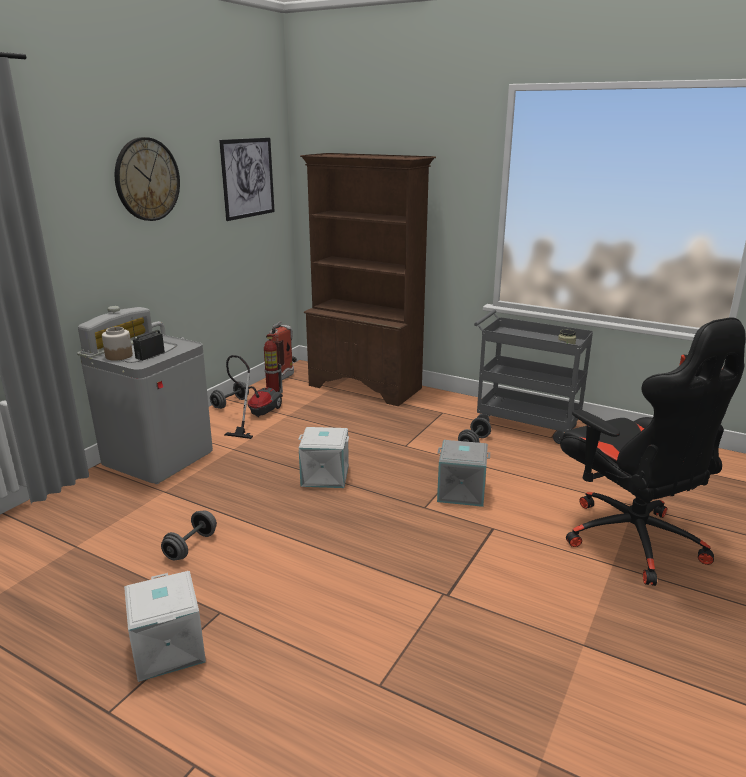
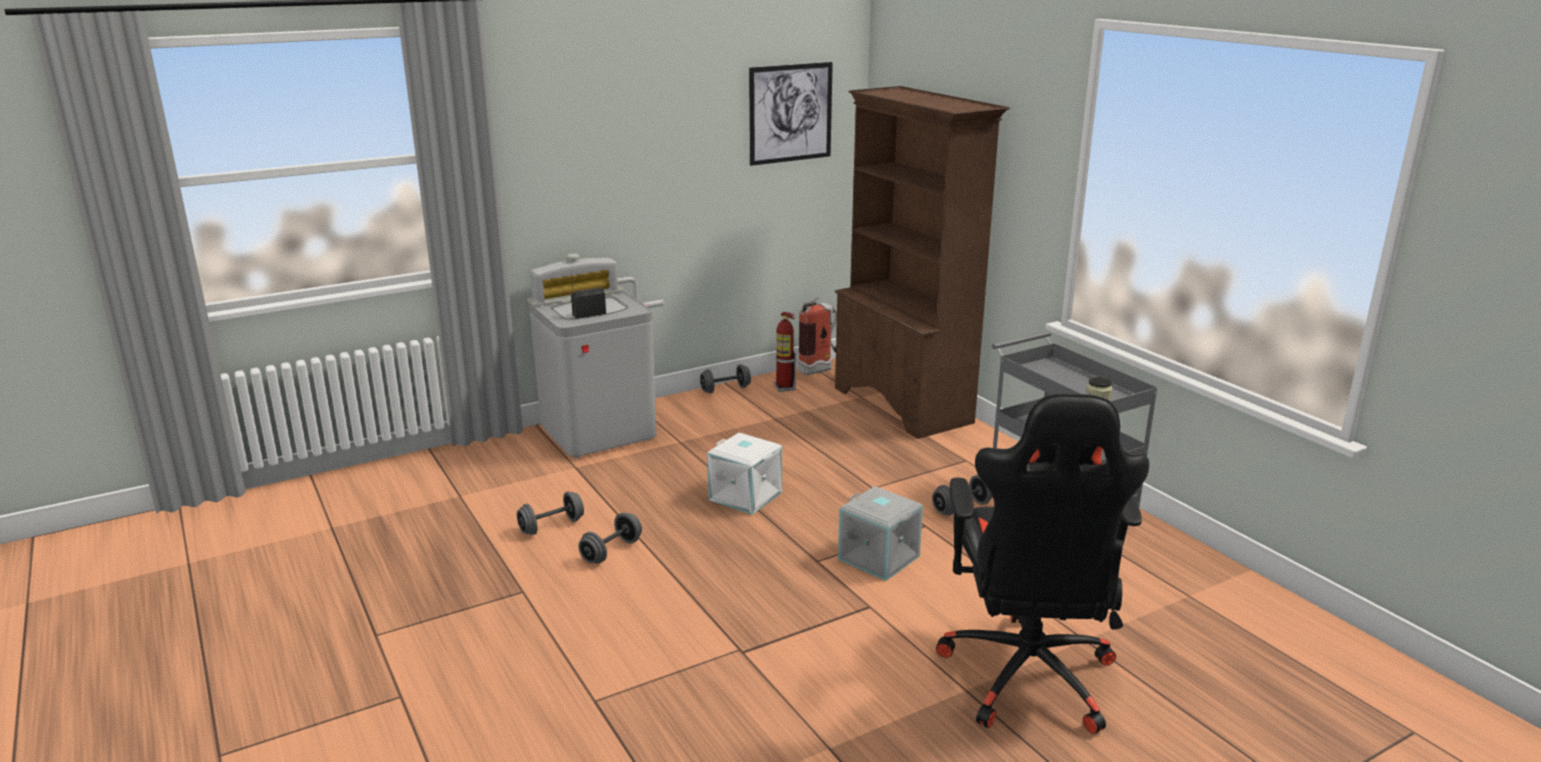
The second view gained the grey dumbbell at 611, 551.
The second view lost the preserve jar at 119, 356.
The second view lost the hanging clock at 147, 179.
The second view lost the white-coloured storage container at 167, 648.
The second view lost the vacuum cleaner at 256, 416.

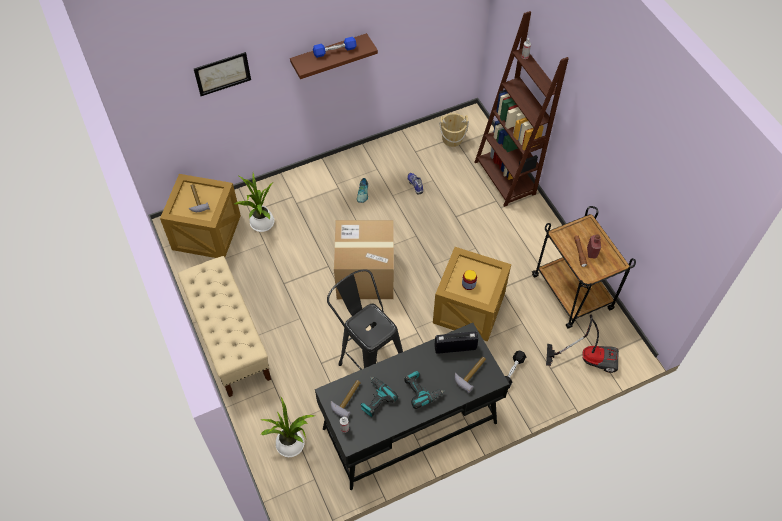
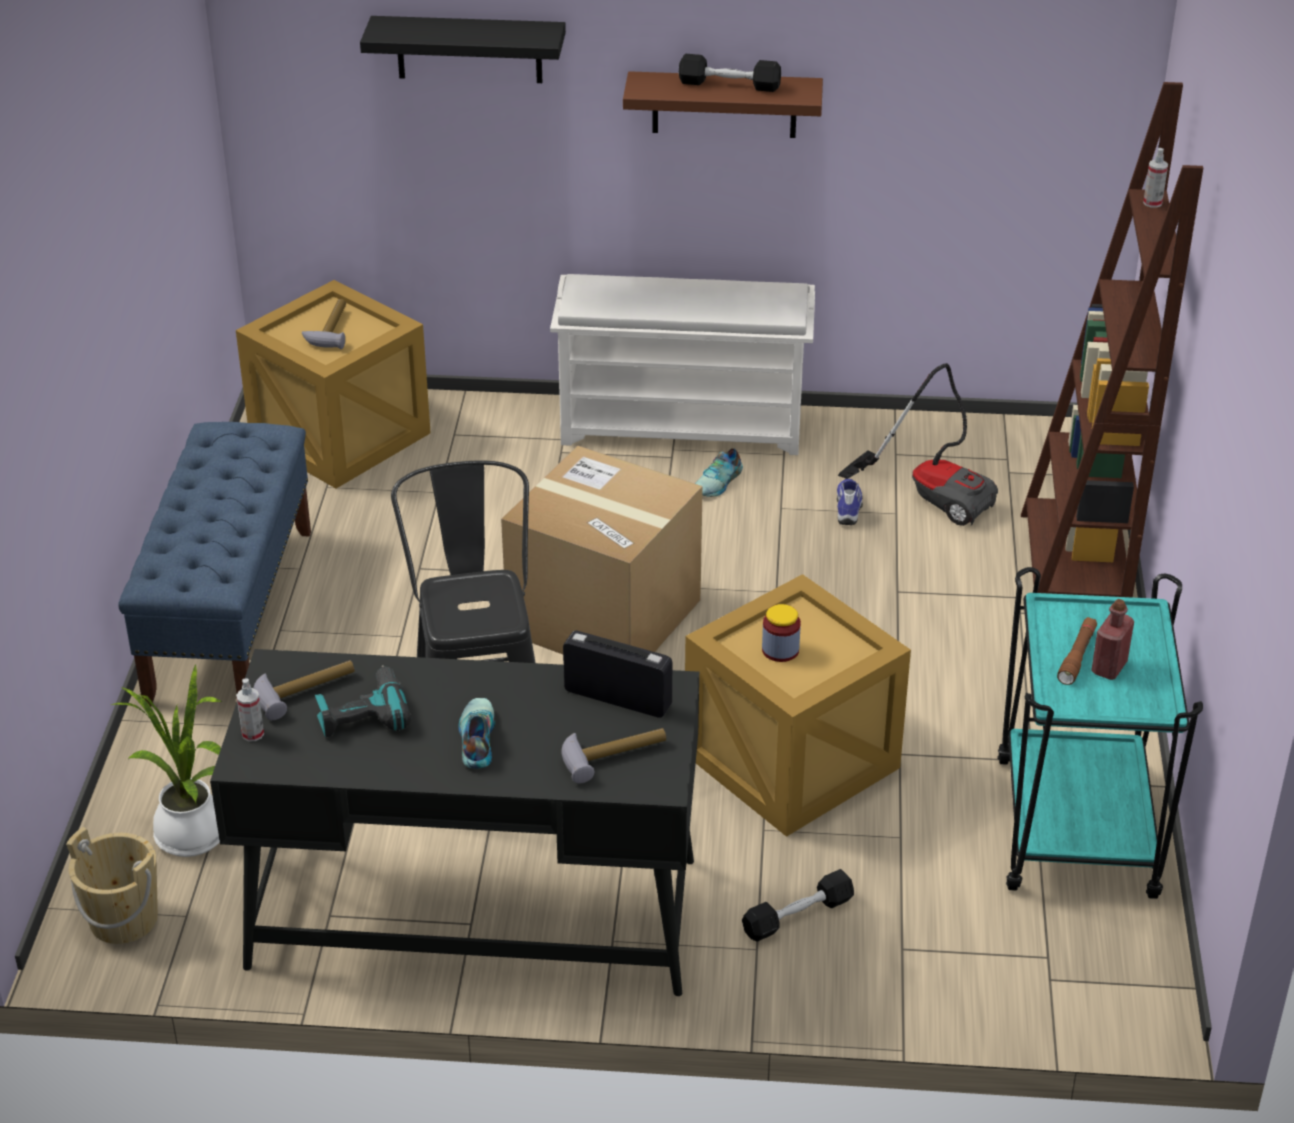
The beige pail ended up elsewhere, having gone from 452, 139 to 123, 919.
What was the beige indoor bench at 229, 338 turned into the blue indoor bench at 230, 614.
Where the picture hung at 222, 73, the blackish shelf came to hang at 469, 49.
Where the electric drill stood at 422, 390, the shoe came to stand at 475, 739.
The second view gained the white-coloured shoe rack at 684, 426.
What was the blue dumbbell at 334, 51 turned into the blackish dumbbell at 729, 84.
The vacuum cleaner ended up elsewhere, having gone from 588, 357 to 933, 494.
What was the brownish wheeled cart at 572, 293 turned into the blue-green wheeled cart at 1075, 830.
The second view lost the plant in a pot at 261, 224.

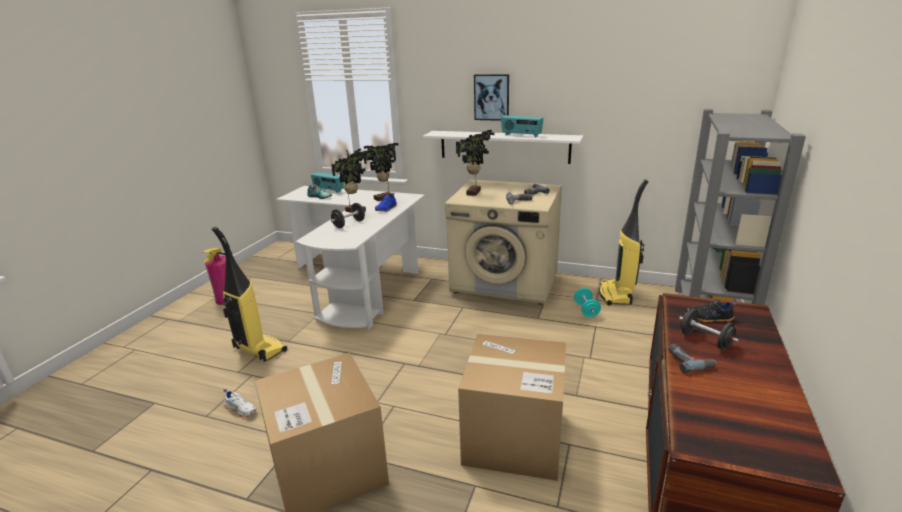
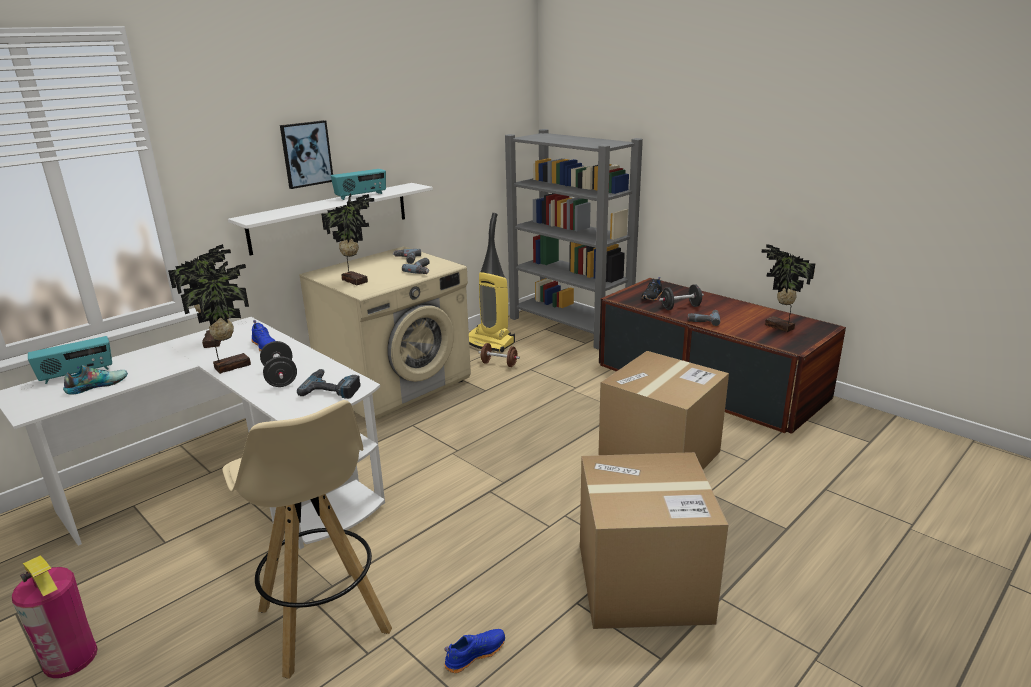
Where the vacuum cleaner stood at 259, 350, the beige sitting stool came to stand at 323, 622.
The second view gained the electric drill at 332, 388.
What was the white-coloured shoe at 241, 409 turned into the blue shoe at 474, 654.
What was the blue-green dumbbell at 586, 310 turned into the brownish dumbbell at 499, 364.
The second view gained the plant in a pot at 779, 327.

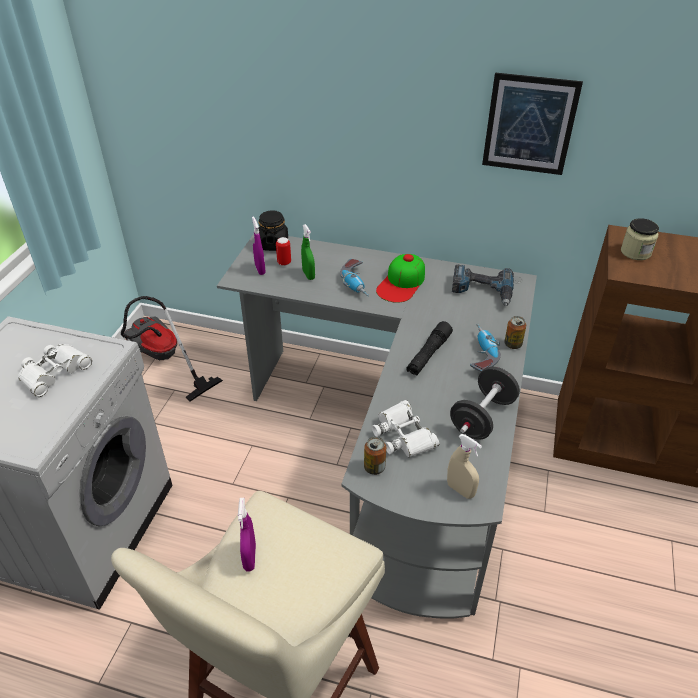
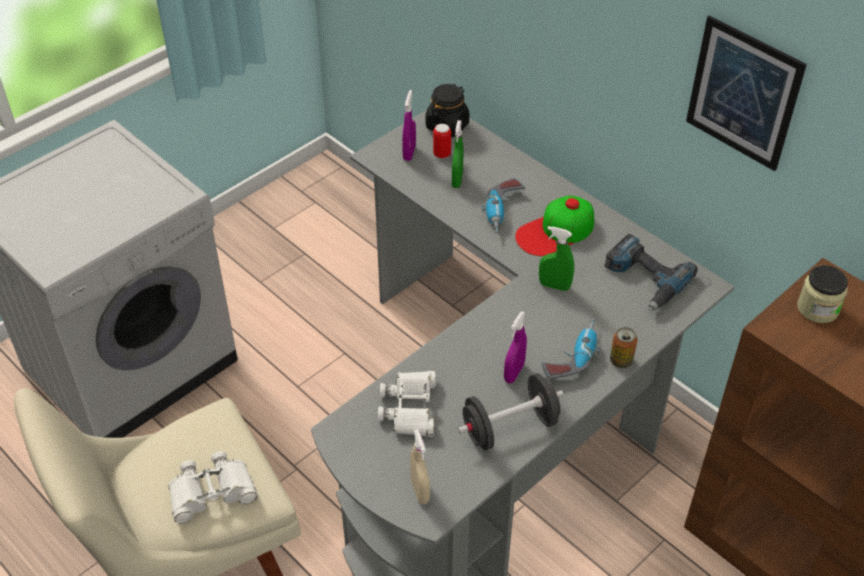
The white-coloured field glasses ended up elsewhere, having gone from 54, 373 to 211, 492.
The purple-coloured hand sprayer ended up elsewhere, having gone from 250, 557 to 514, 373.
The second view gained the greenish hand sprayer at 554, 286.
The second view lost the vacuum cleaner at 162, 360.
The second view lost the can at 374, 467.
The second view lost the blackish torch at 428, 354.

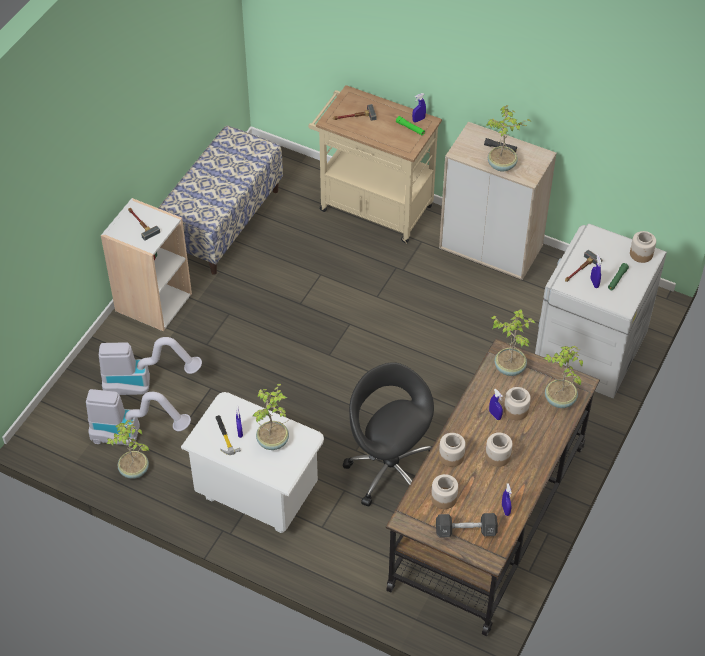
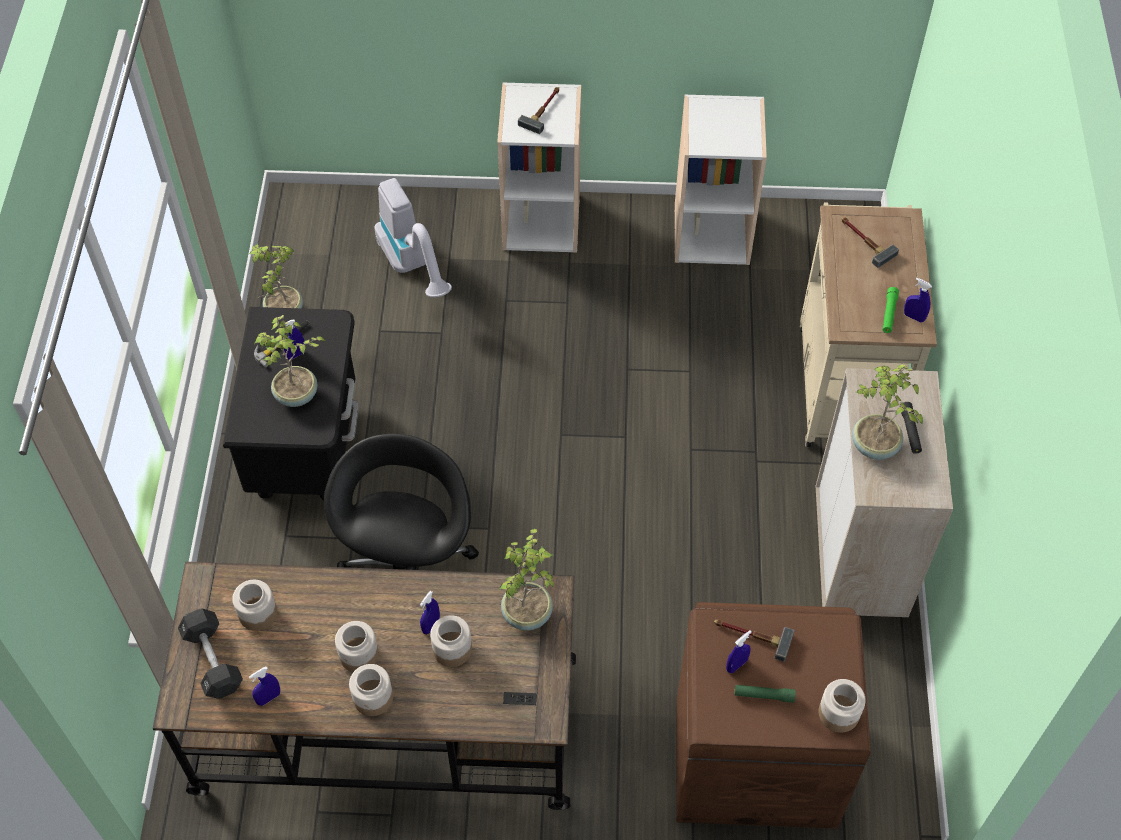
What was the white-coloured bedside table at 258, 491 turned into the blackish bedside table at 309, 446.
The preserve jar ended up elsewhere, having gone from 451, 456 to 373, 698.
Where the indoor bench stood at 223, 221, the shelving unit came to stand at 712, 234.
What was the white-coloured washing machine at 588, 348 turned into the brownish washing machine at 752, 754.
The second view lost the vacuum cleaner at 133, 434.
The second view lost the plant in a pot at 559, 400.

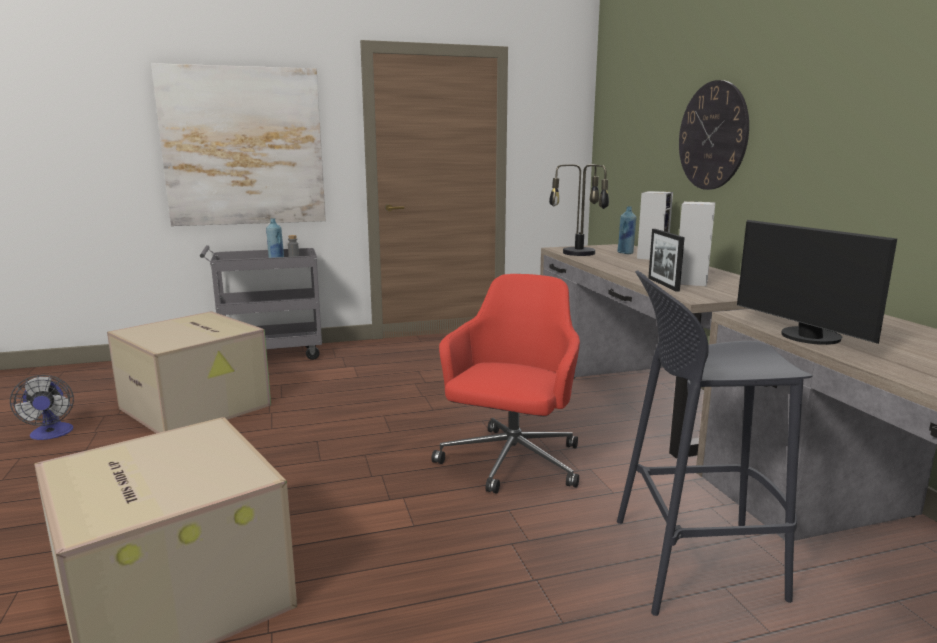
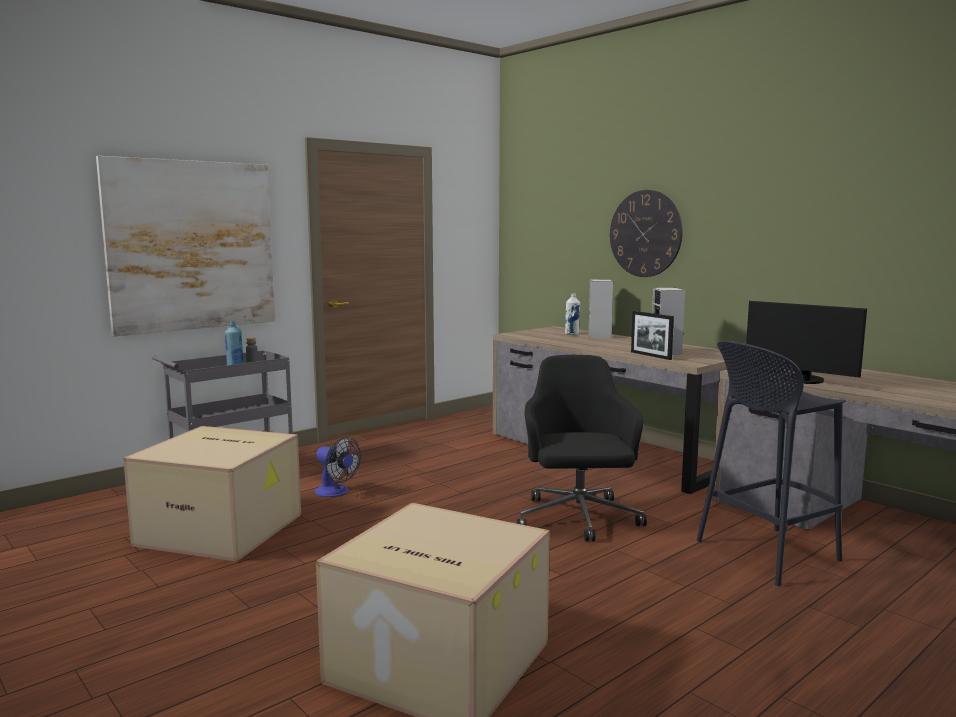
The electric fan ended up elsewhere, having gone from 51, 434 to 336, 492.
What was the red-coloured computer chair at 511, 463 turned into the blackish computer chair at 578, 519.
What was the blue beverage bottle at 625, 253 turned into the white-coloured beverage bottle at 572, 334.
The second view lost the lamp for a table at 579, 253.

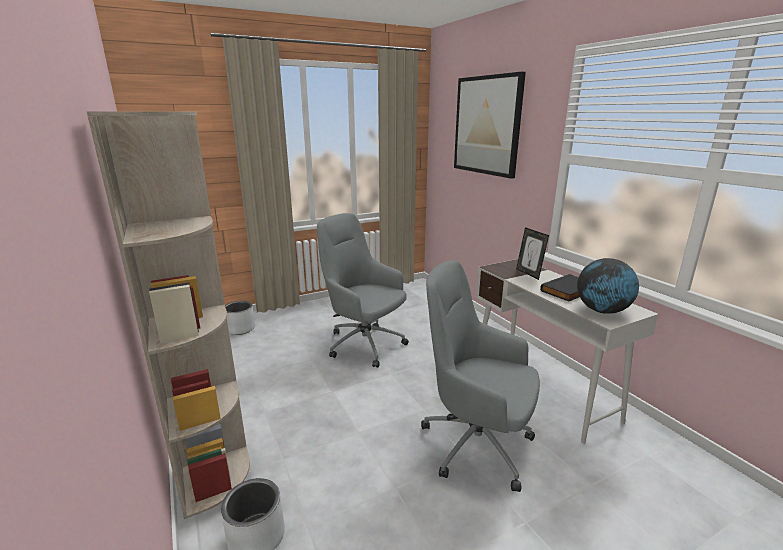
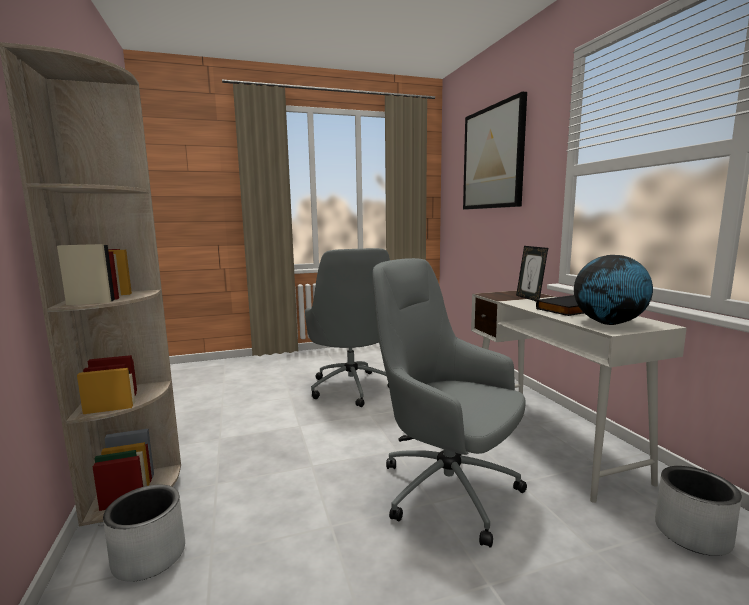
The grey computer chair at 364, 345 ended up facing another way, 150 degrees counterclockwise from before.
The grey flower pot ended up elsewhere, having gone from 240, 329 to 691, 534.

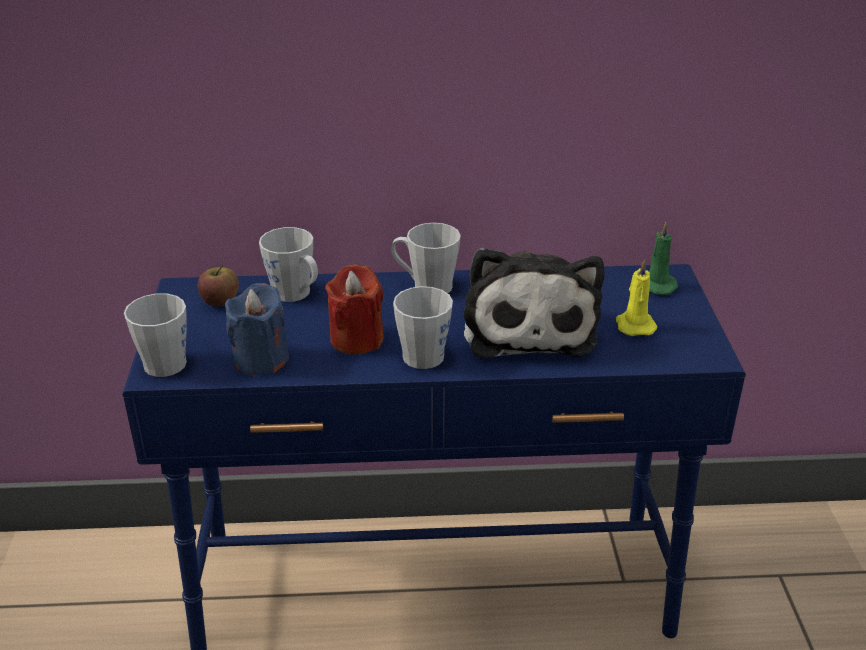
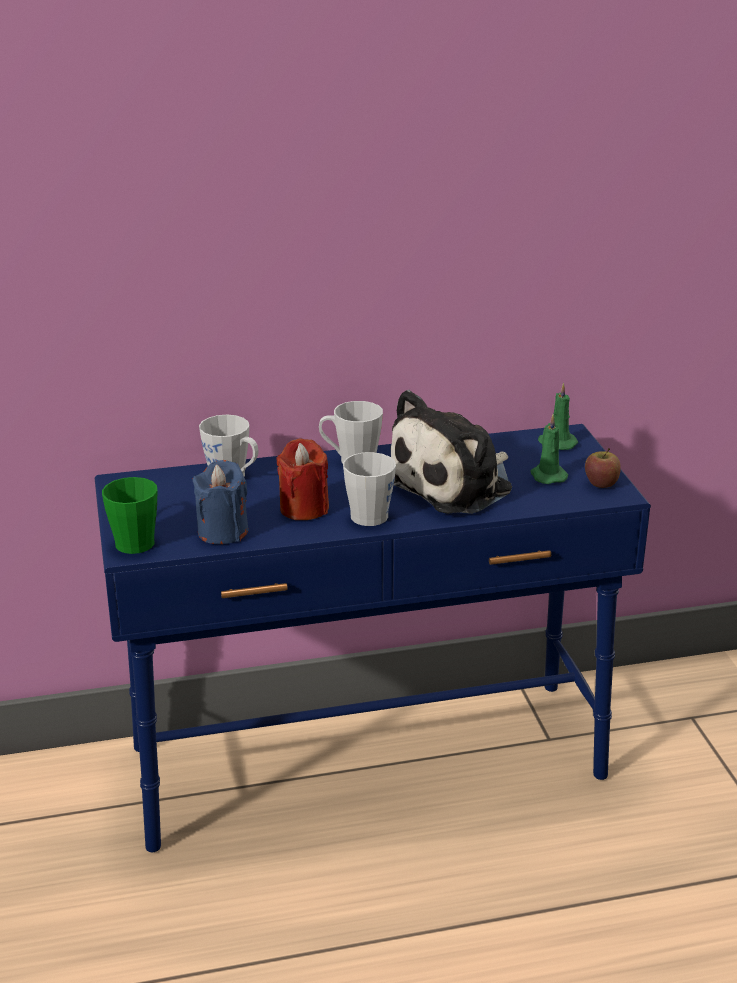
What was the grey mug at 163, 359 turned into the greenish mug at 131, 539.
The soft toy at 528, 326 ended up facing another way, 60 degrees clockwise from before.
What was the yellow candle at 634, 325 turned into the greenish candle at 547, 475.
The whole apple ended up elsewhere, having gone from 220, 300 to 601, 483.

